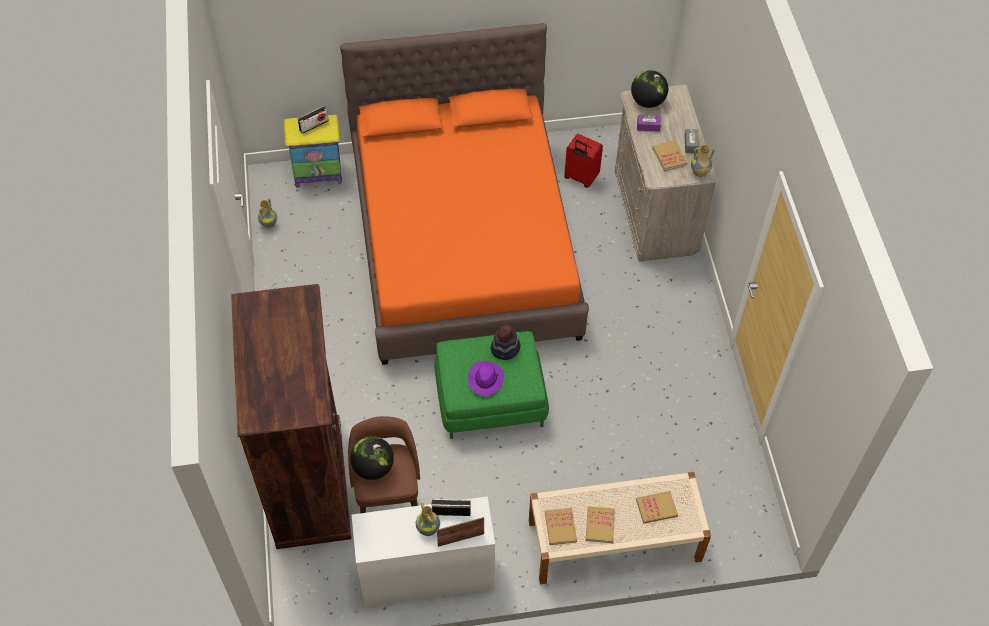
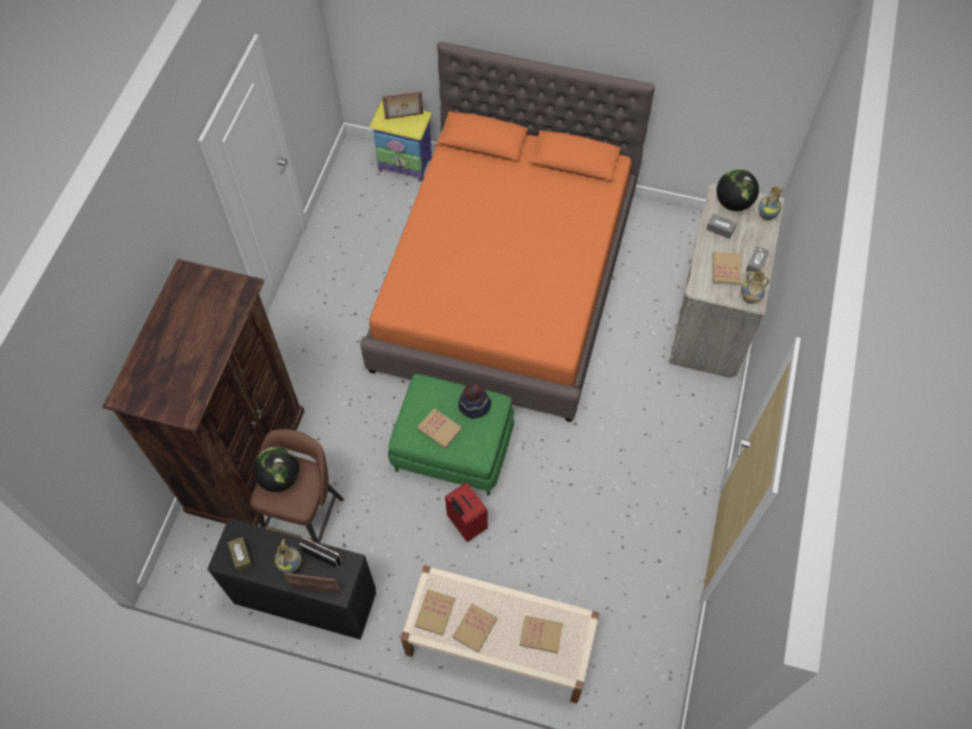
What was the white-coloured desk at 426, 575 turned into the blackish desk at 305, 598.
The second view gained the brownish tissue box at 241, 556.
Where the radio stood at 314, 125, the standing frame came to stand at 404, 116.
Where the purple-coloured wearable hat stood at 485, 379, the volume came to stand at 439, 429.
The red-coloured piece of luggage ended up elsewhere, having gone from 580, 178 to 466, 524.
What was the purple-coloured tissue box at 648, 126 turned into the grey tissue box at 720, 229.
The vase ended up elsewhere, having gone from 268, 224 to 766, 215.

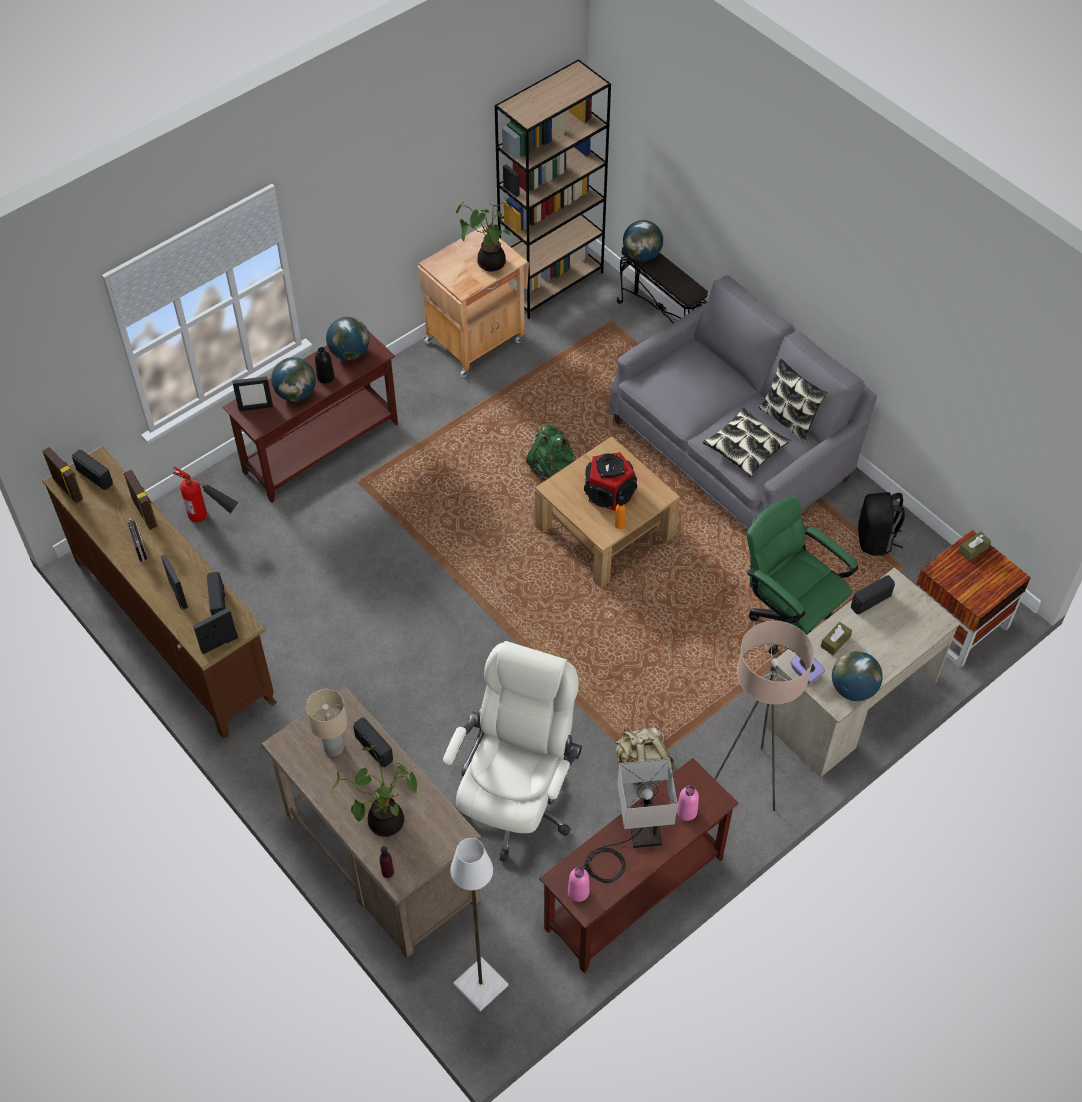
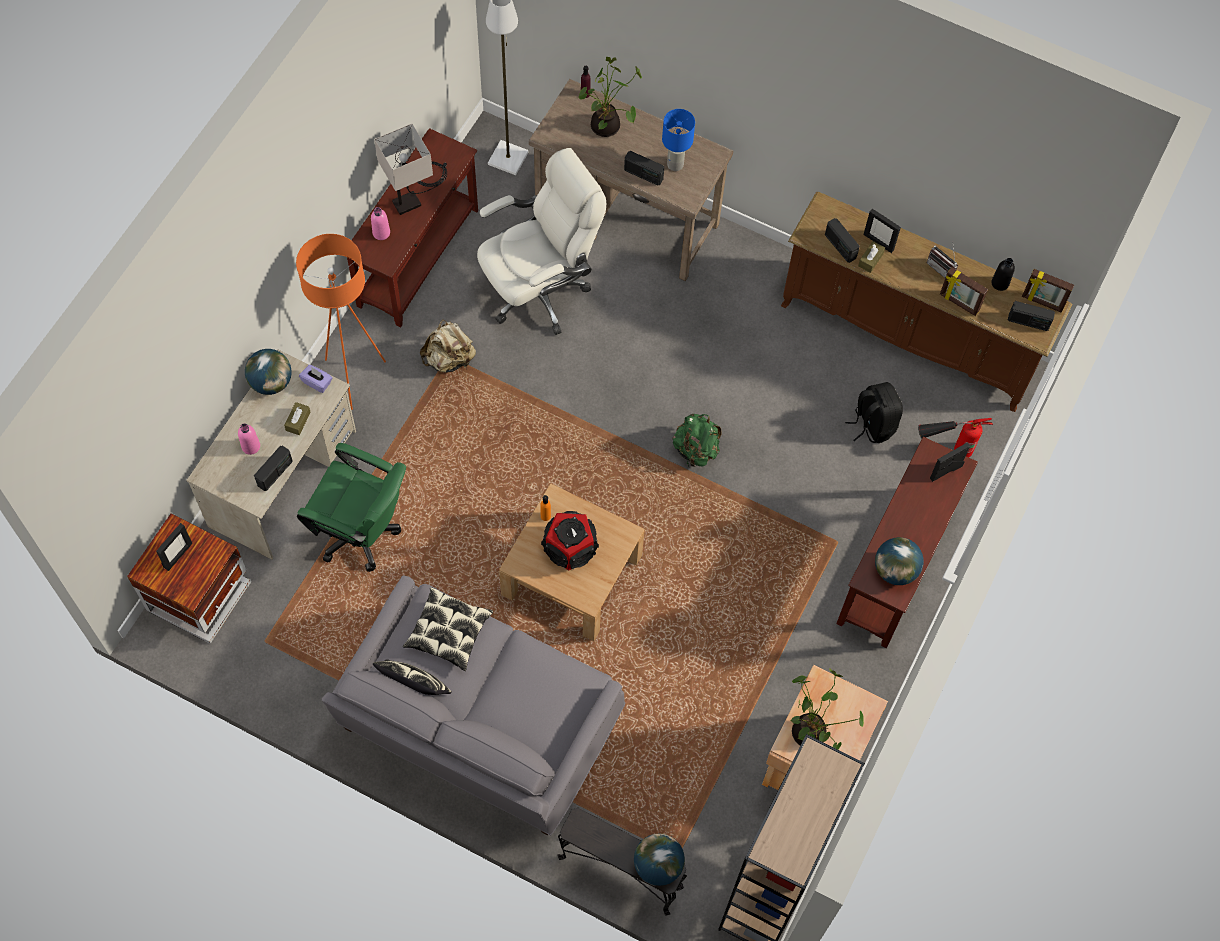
The standing frame ended up elsewhere, having gone from 219, 644 to 178, 555.
The pink beverage bottle ended up elsewhere, having gone from 578, 892 to 251, 446.
What was the beige standing lamp at 749, 781 turned into the orangey standing lamp at 354, 377.
The white-coloured computer chair at 516, 805 ended up facing another way, 120 degrees counterclockwise from before.
What was the beige lamp for a table at 334, 747 turned into the blue lamp for a table at 675, 165.
The greenish rucksack ended up elsewhere, having gone from 552, 469 to 696, 450.
The blackish rucksack ended up elsewhere, having gone from 875, 540 to 872, 424.
The brownish tissue box ended up elsewhere, having gone from 973, 549 to 870, 260.
The blackish beverage bottle ended up elsewhere, having gone from 325, 377 to 1000, 283.
The second view lost the world globe at 295, 393.

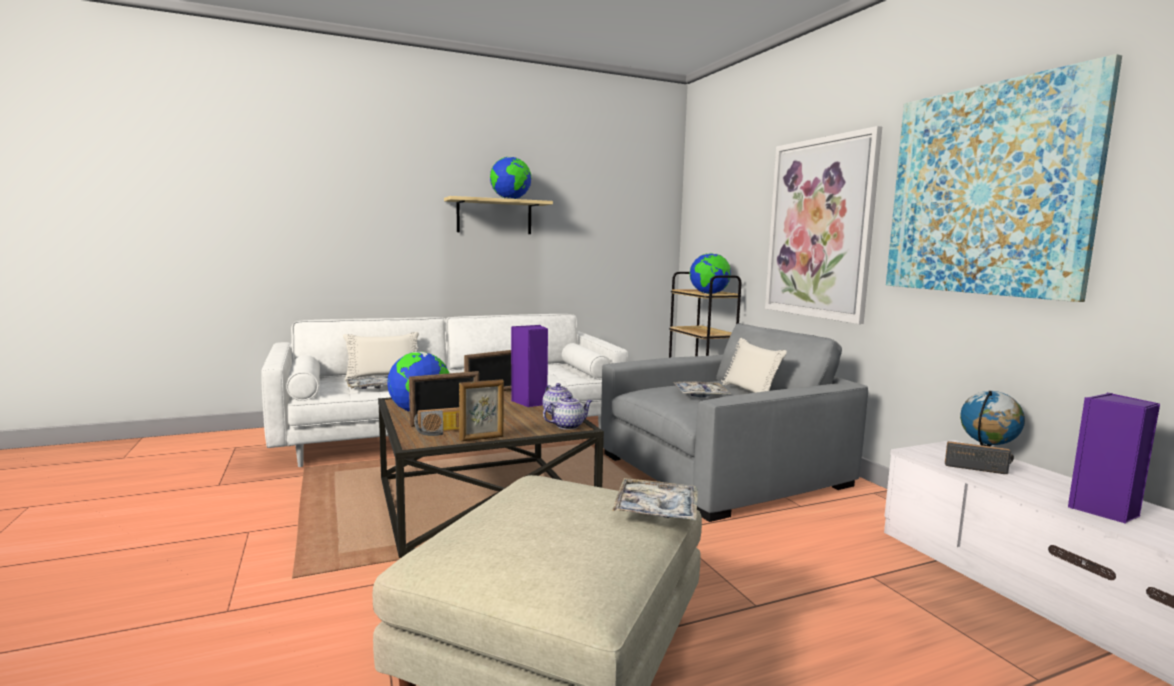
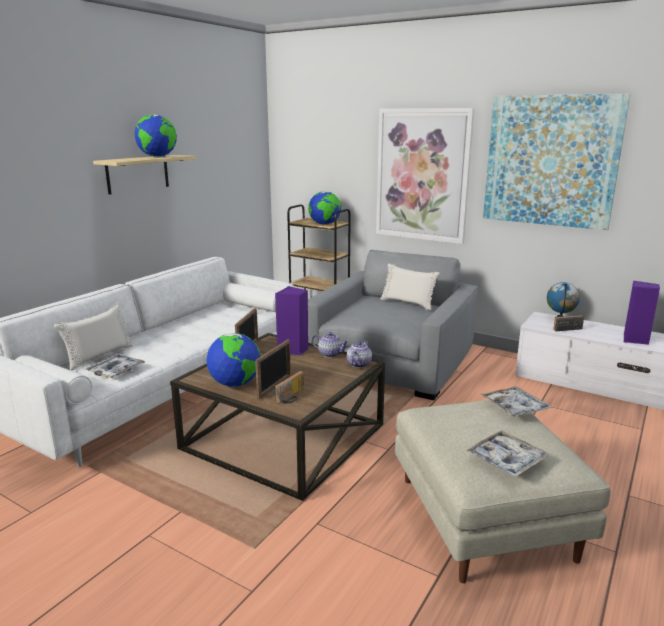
The serving tray ended up elsewhere, having gone from 700, 394 to 506, 460.
The second view lost the standing frame at 482, 438.

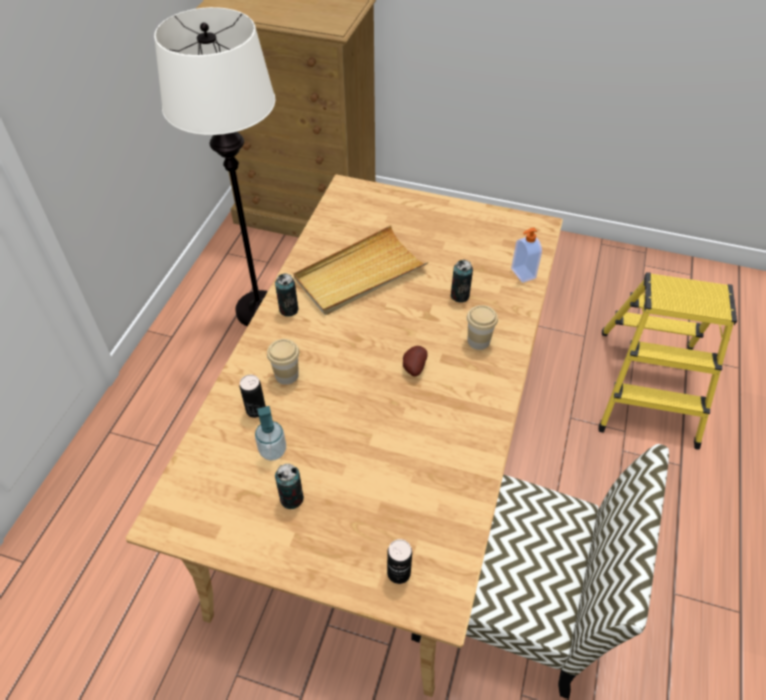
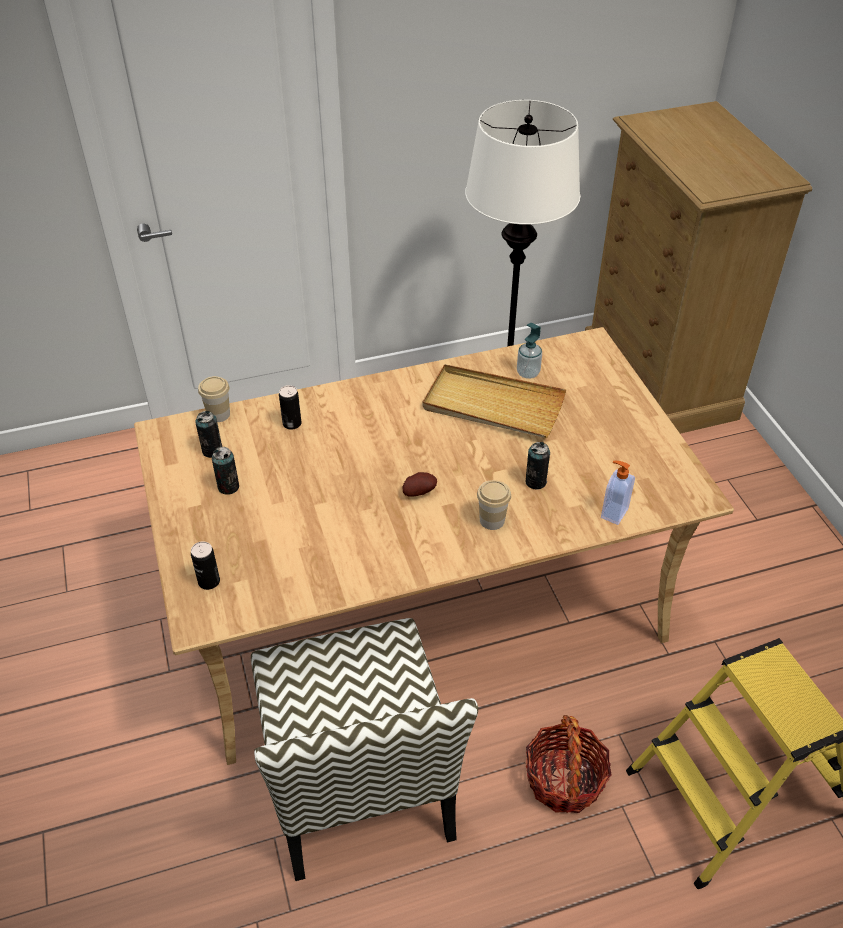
The can ended up elsewhere, having gone from 288, 309 to 212, 450.
The small cup ended up elsewhere, having gone from 286, 375 to 218, 414.
The soap bottle ended up elsewhere, having gone from 273, 451 to 528, 373.
The second view gained the storage basket at 564, 780.

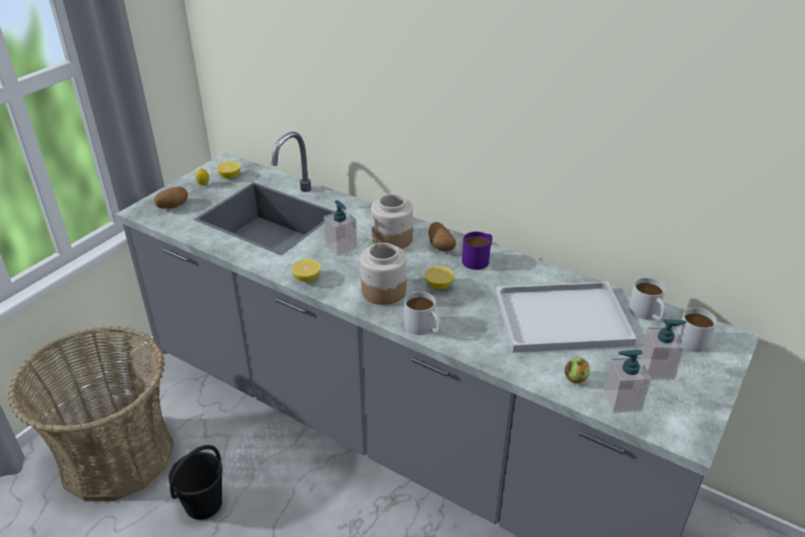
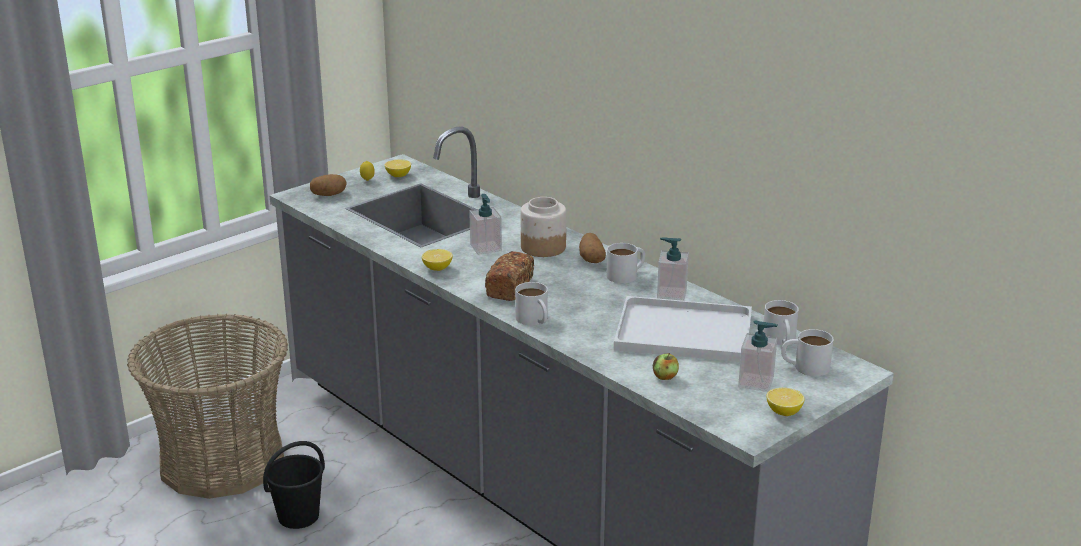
Where the preserve jar stood at 383, 290, the bakery bread came to stand at 509, 287.
What was the purple-coloured mug at 479, 259 turned into the white-coloured mug at 626, 274.
The soap bottle ended up elsewhere, having gone from 622, 401 to 671, 293.
The lemon ended up elsewhere, having gone from 439, 285 to 784, 412.

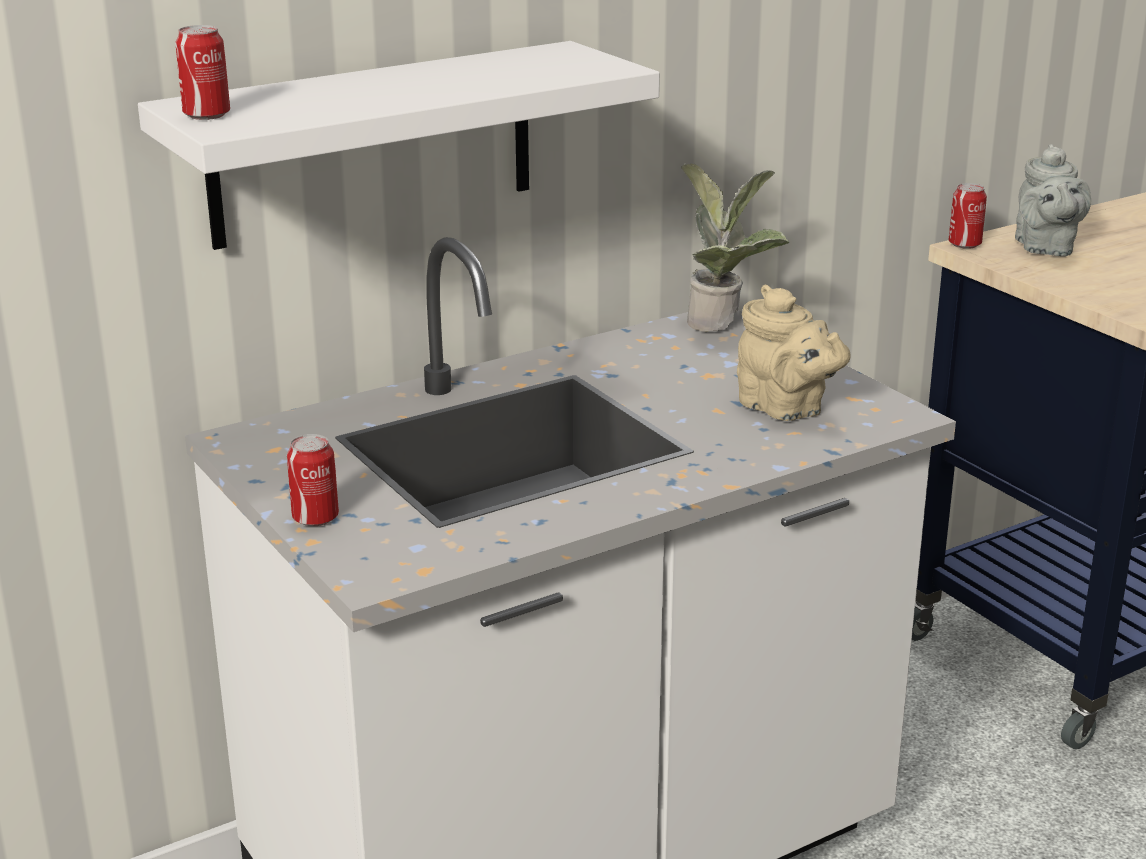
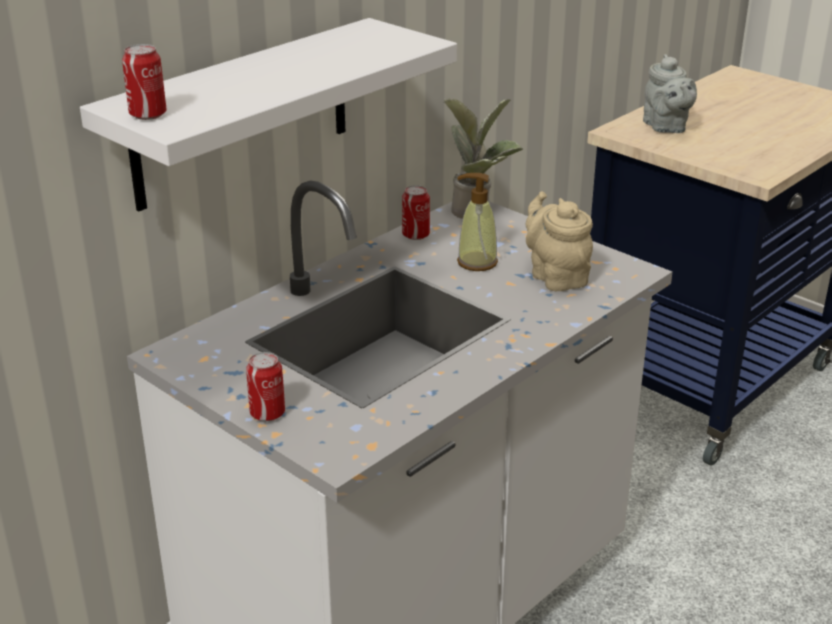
The can ended up elsewhere, having gone from 964, 244 to 415, 235.
The second view gained the soap bottle at 476, 262.
The beige tea pot at 786, 409 ended up facing another way, 150 degrees counterclockwise from before.

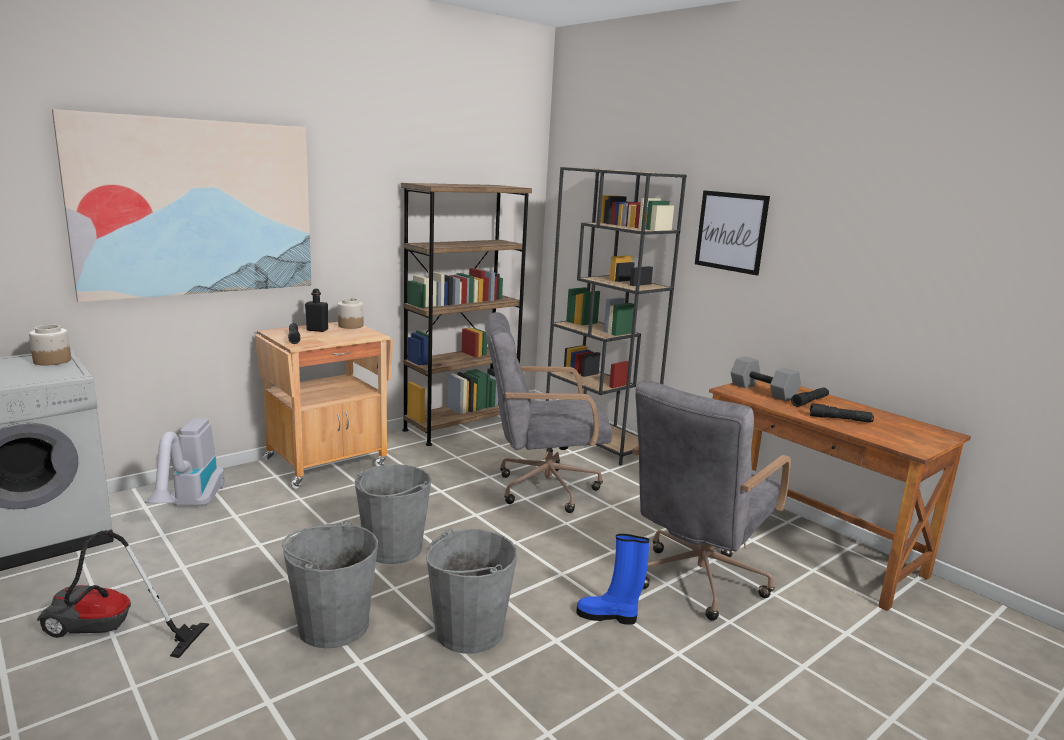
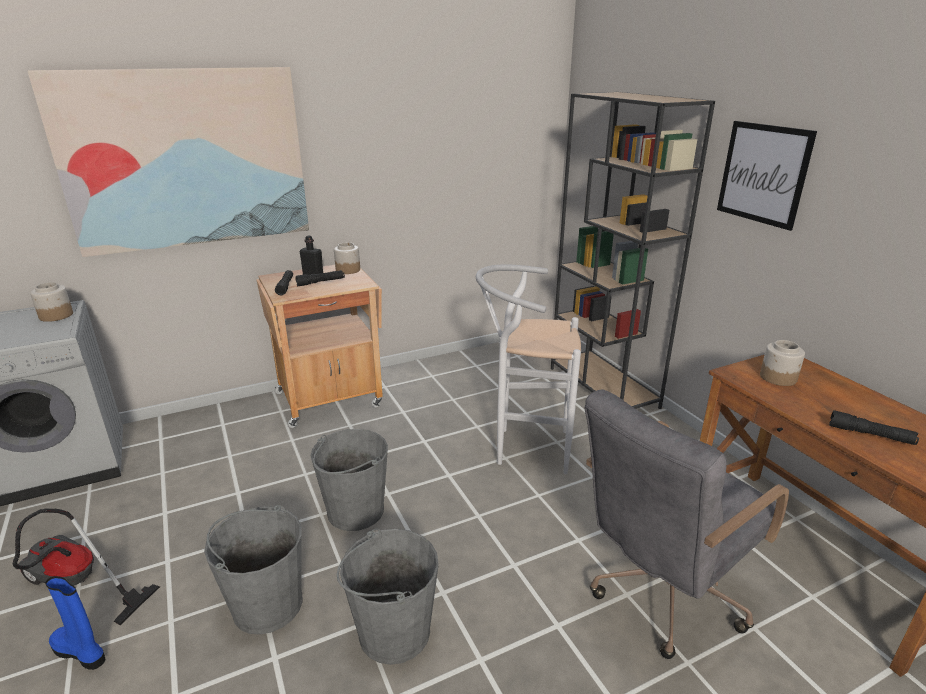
The blue tall boot ended up elsewhere, having gone from 608, 616 to 81, 652.
The blackish torch ended up elsewhere, having gone from 809, 401 to 321, 282.
Where the grey computer chair stood at 540, 490, the white-coloured sitting stool came to stand at 524, 448.
Where the grey dumbbell stood at 764, 391, the preserve jar came to stand at 778, 377.
The second view lost the vacuum cleaner at 190, 506.
The second view lost the brownish shelving unit at 461, 427.

